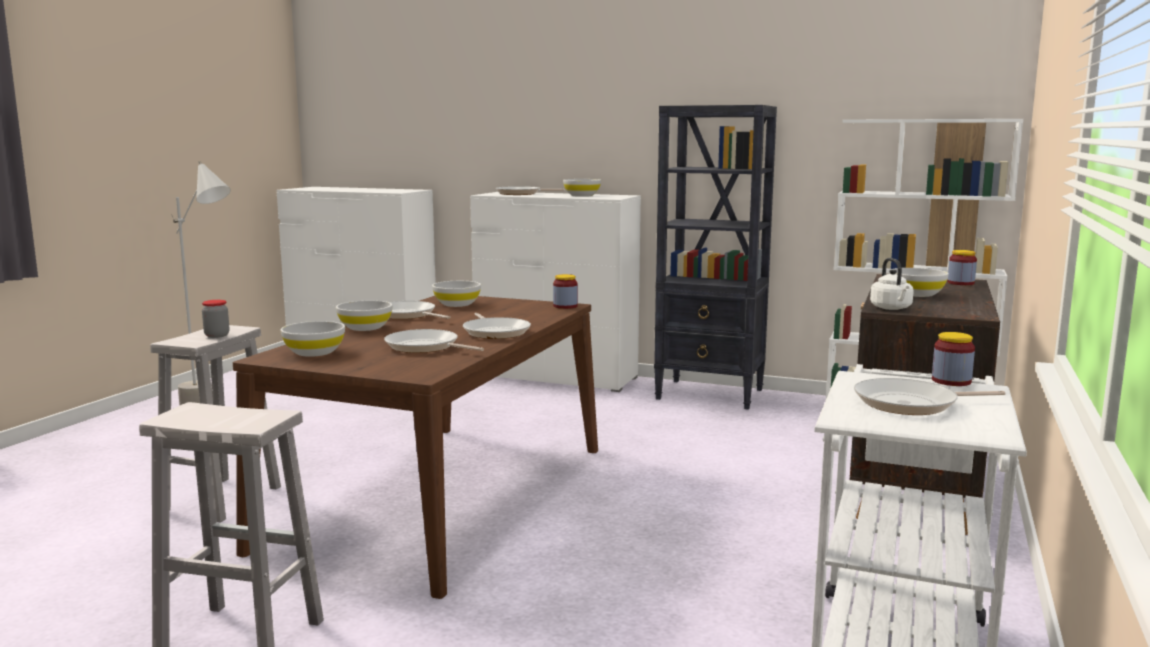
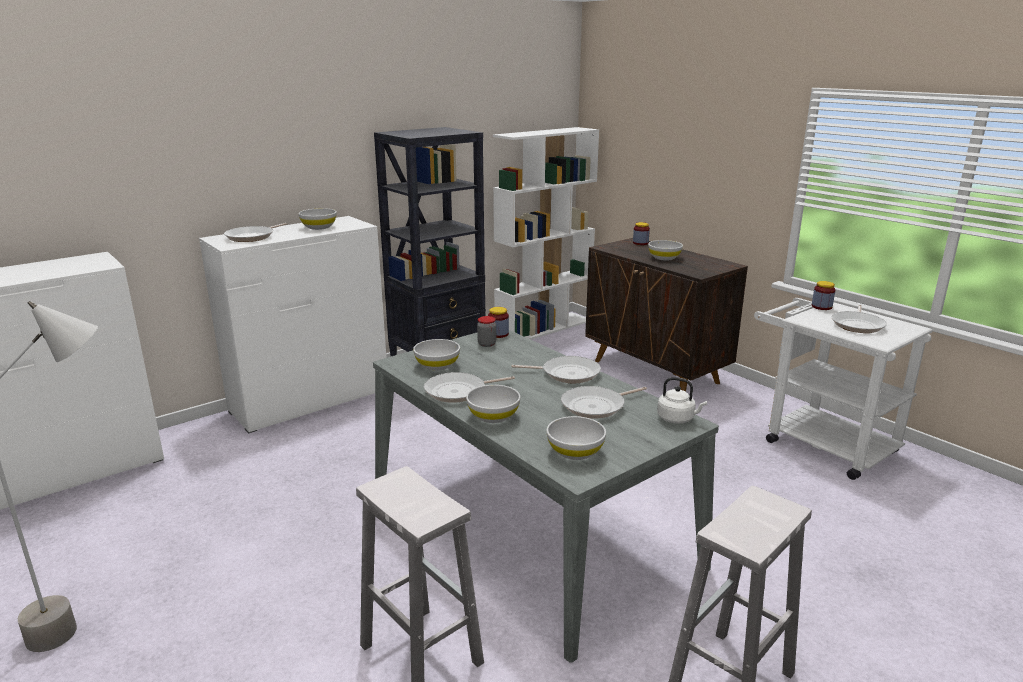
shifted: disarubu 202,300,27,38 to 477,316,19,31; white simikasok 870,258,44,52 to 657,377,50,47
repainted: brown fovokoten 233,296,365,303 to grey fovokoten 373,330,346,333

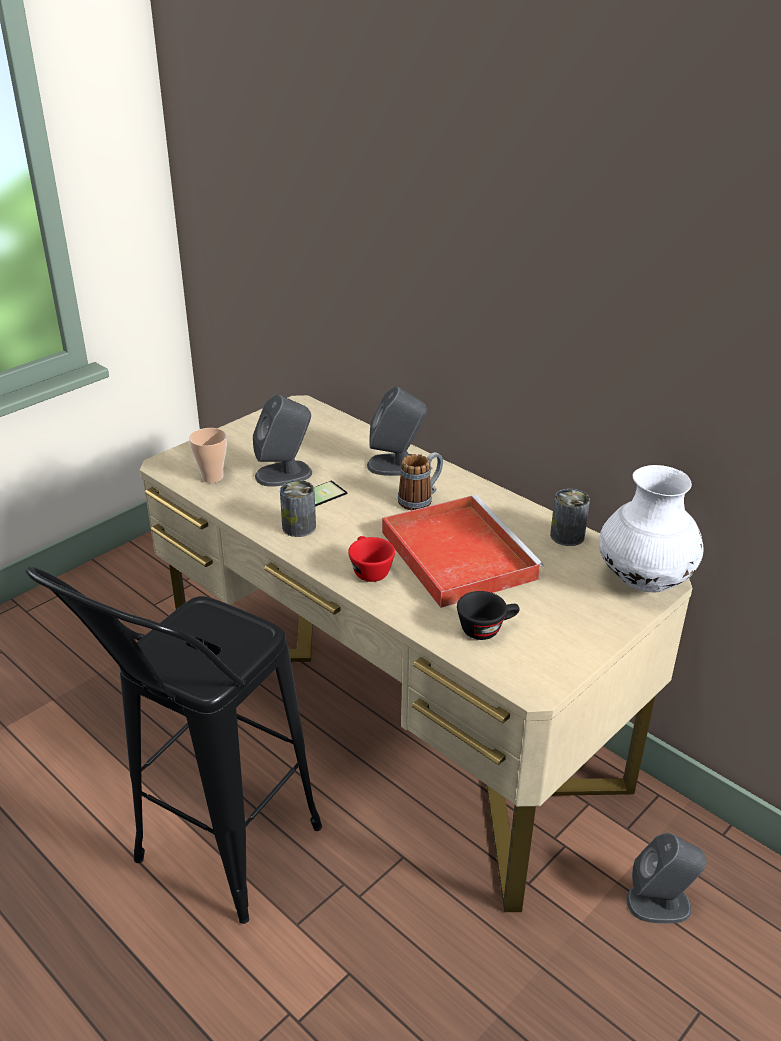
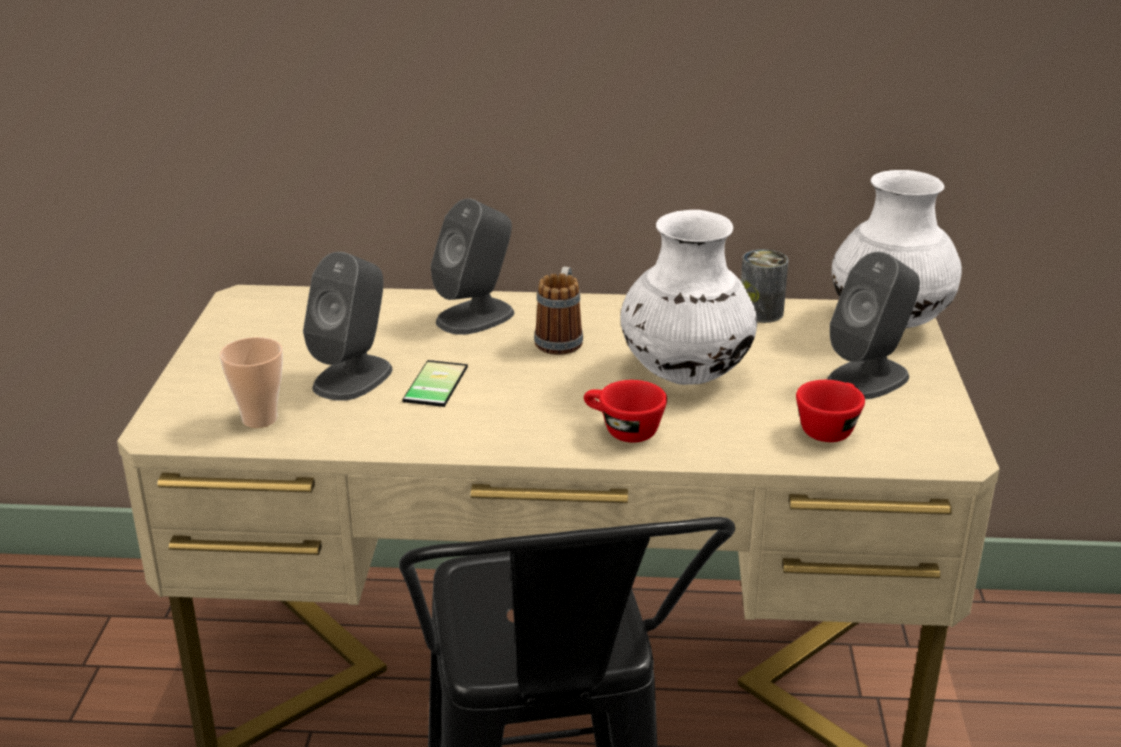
gone: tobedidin 280,480,36,57
shifted: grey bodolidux 626,833,81,91 to 827,252,93,147
swapped: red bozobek 382,495,162,113 to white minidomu 620,210,137,175
repainted: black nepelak 457,591,63,49 to red nepelak 796,380,69,62

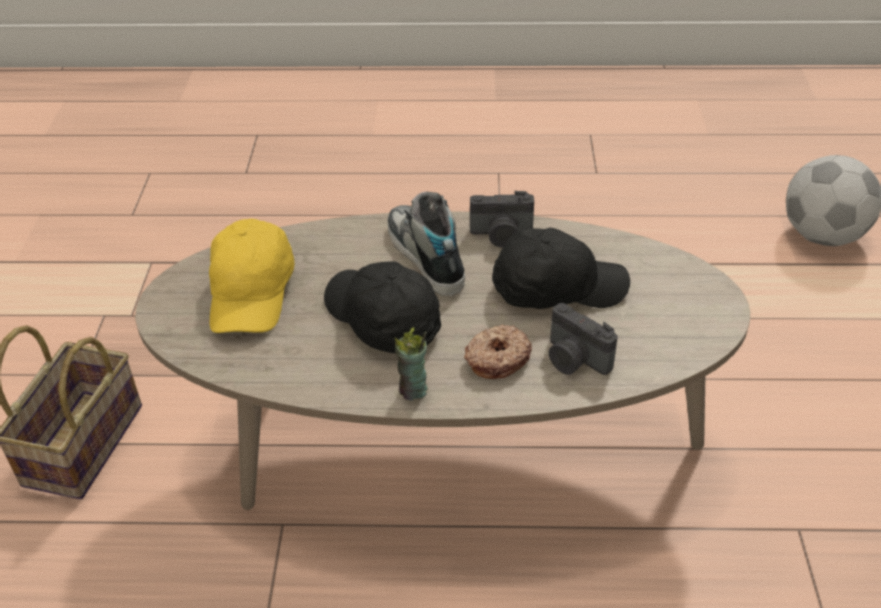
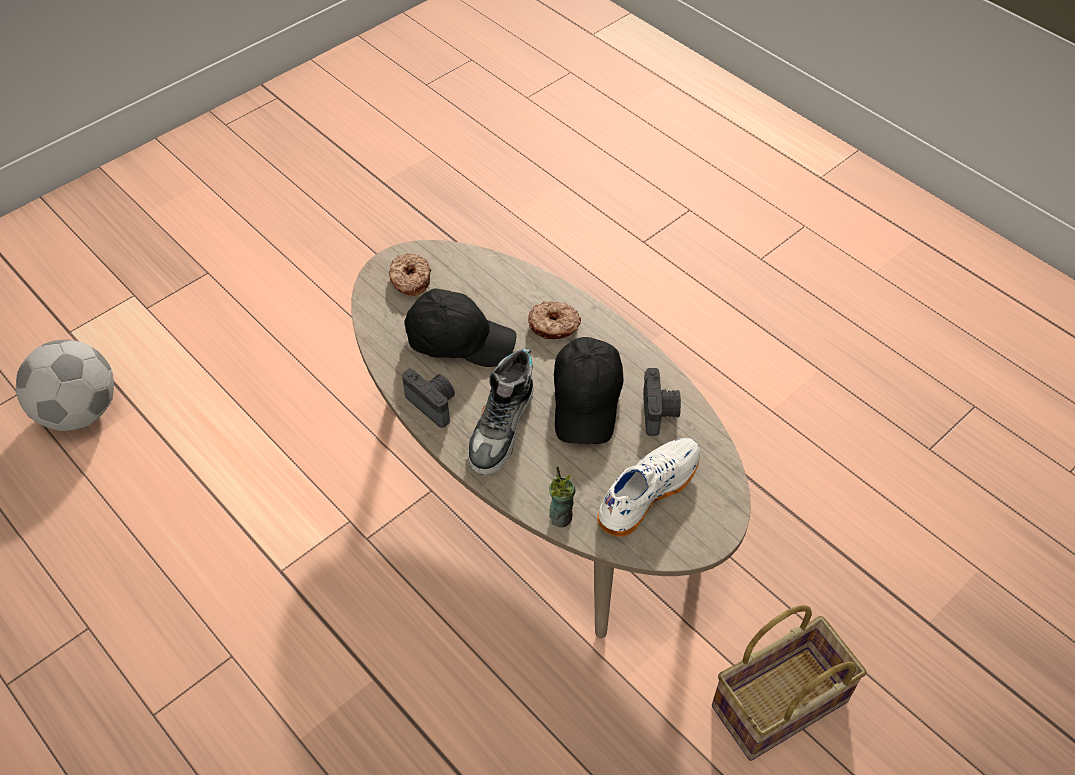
new: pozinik 389,253,42,43
shifted: nepelak 395,327,33,74 to 549,466,26,62; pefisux 549,303,69,72 to 643,368,38,68
swapped: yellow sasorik 209,219,86,114 to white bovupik 597,438,103,99
rotated: black sasorik 492,228,138,81 = 404,289,113,78 150 degrees clockwise

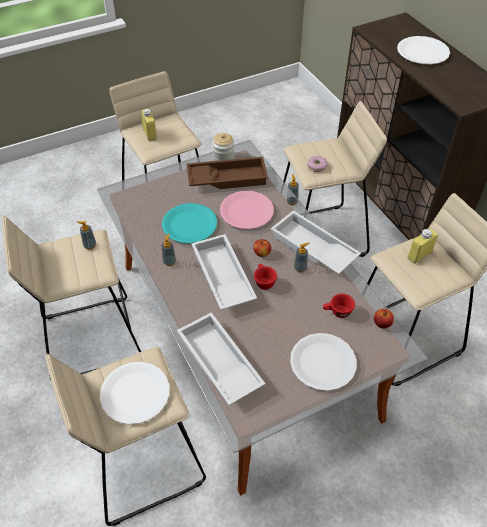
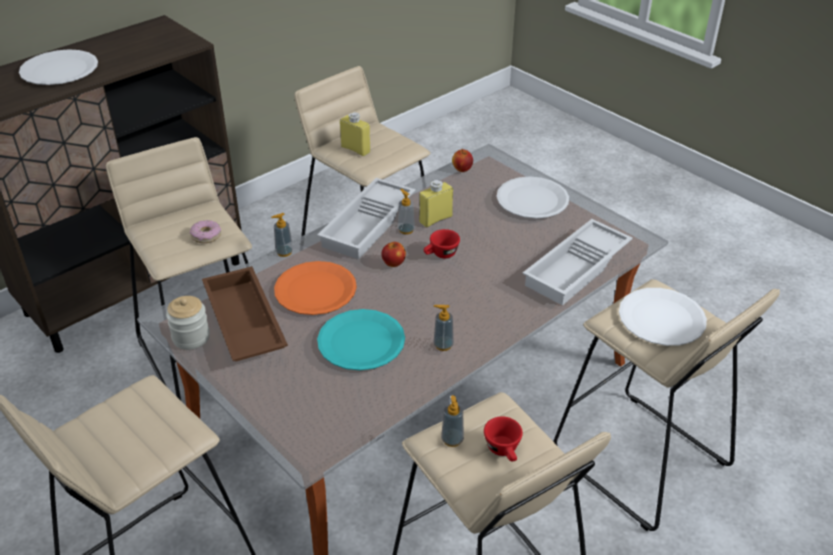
gone: white bozobek 191,234,66,76
shifted: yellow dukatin 141,109,16,32 to 419,180,34,47; red nepelak 323,294,32,24 to 484,416,39,45
repainted: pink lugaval 220,191,54,38 to orange lugaval 274,261,83,54

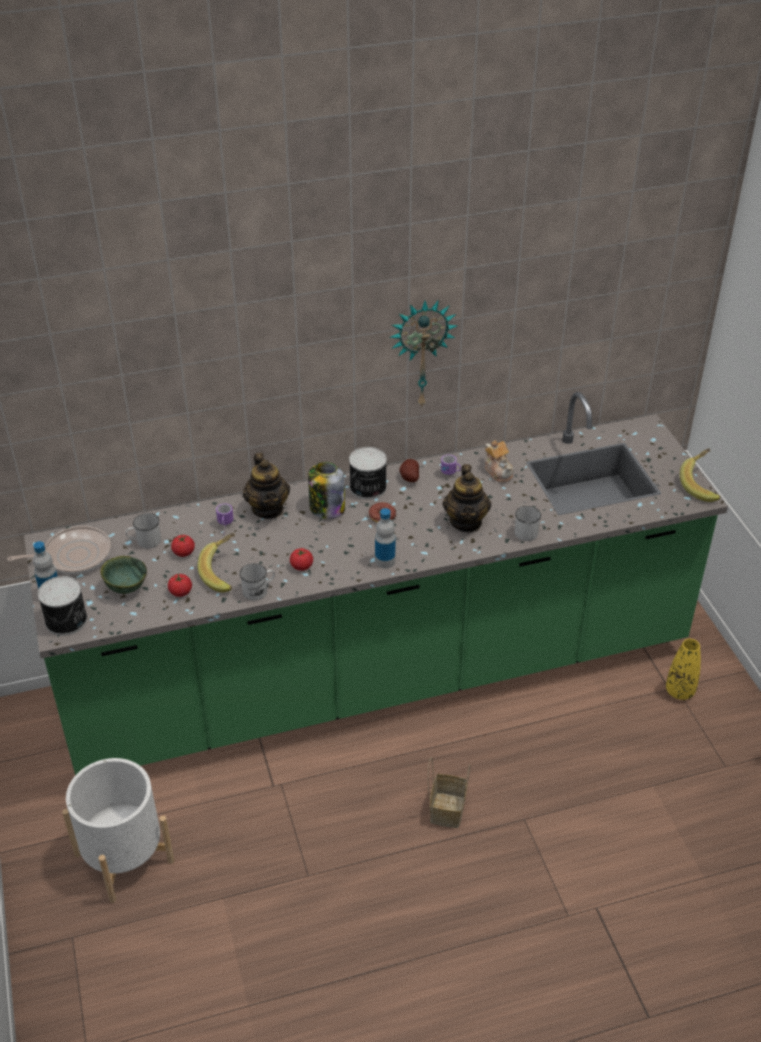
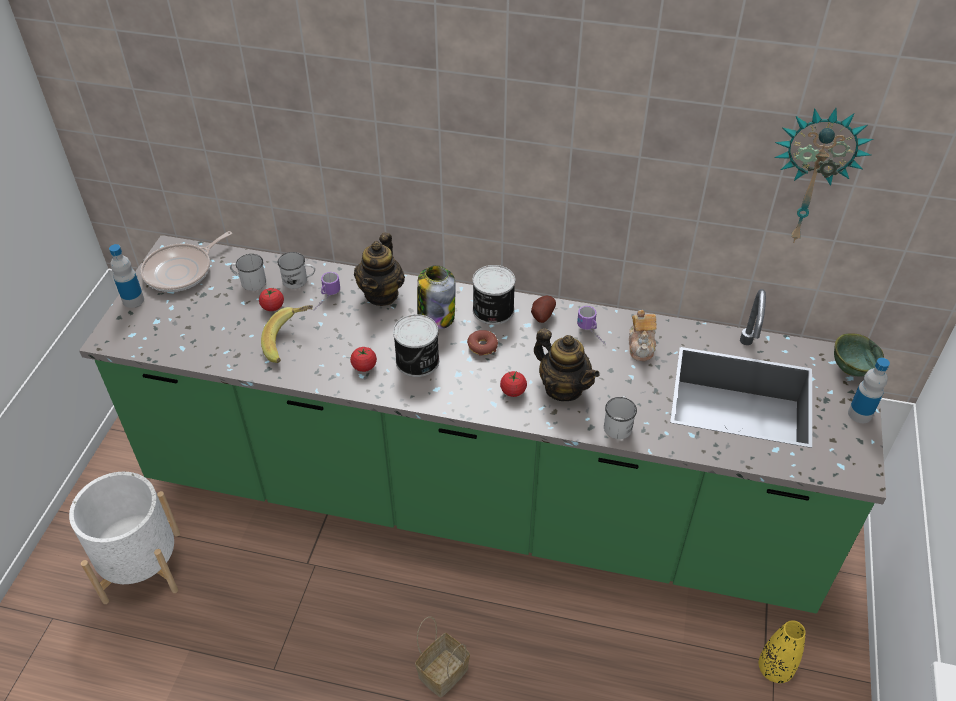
gone: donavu 680,448,41,54
shifted: tobedidin 38,576,50,60 to 393,314,46,63; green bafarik 101,556,46,38 to 834,333,50,44; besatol 168,573,24,24 to 500,371,27,26; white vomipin 239,563,36,37 to 277,252,38,37; dukatin 375,508,21,61 to 848,358,42,65; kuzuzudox 389,300,69,108 to 775,108,99,135
rotated: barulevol 7,526,104,48 = 140,231,92,61 120 degrees clockwise; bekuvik 443,464,49,68 = 534,328,65,73 75 degrees counterclockwise

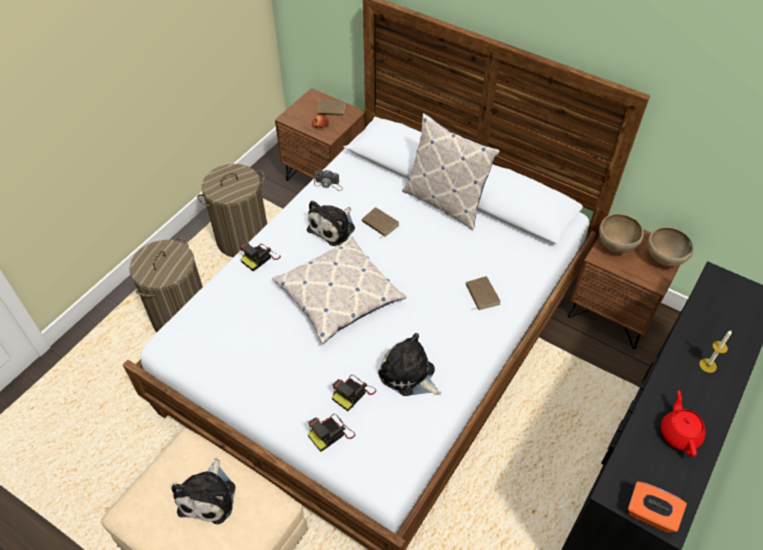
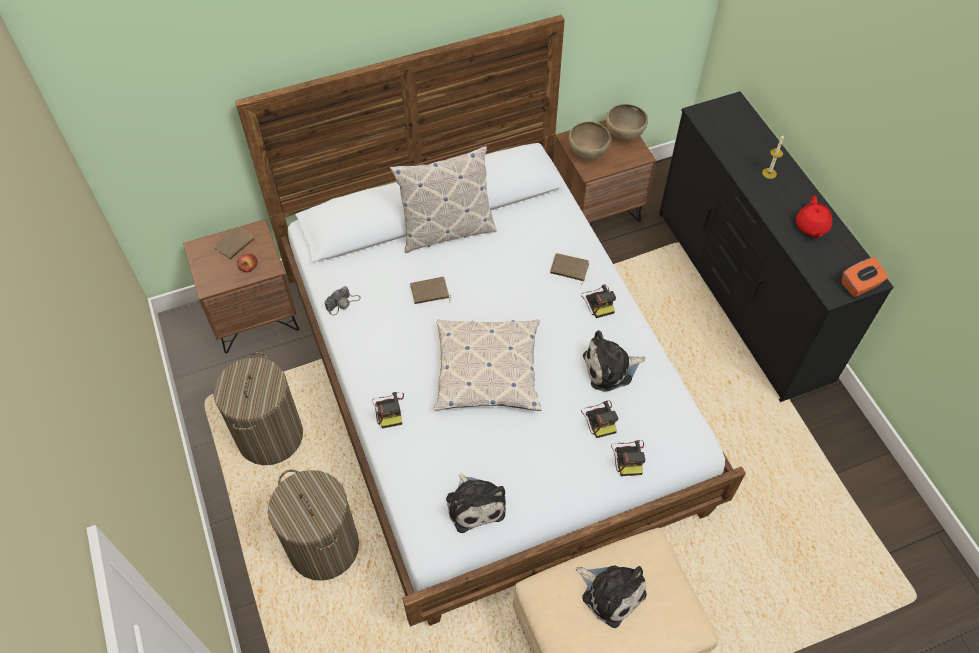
new: pefisux 581,284,35,34
shifted: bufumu 307,201,48,45 to 446,472,60,61
rotated: red bekuvik 661,391,45,66 = 796,196,36,42 120 degrees counterclockwise

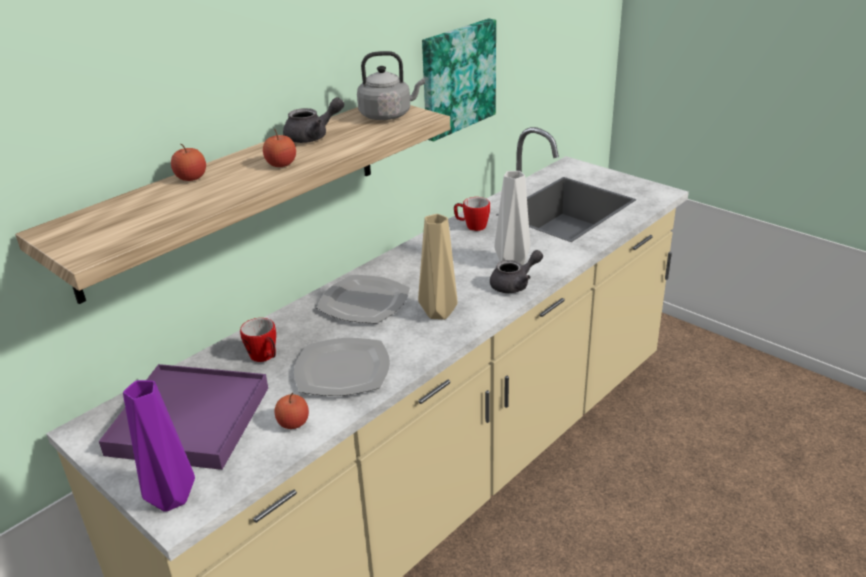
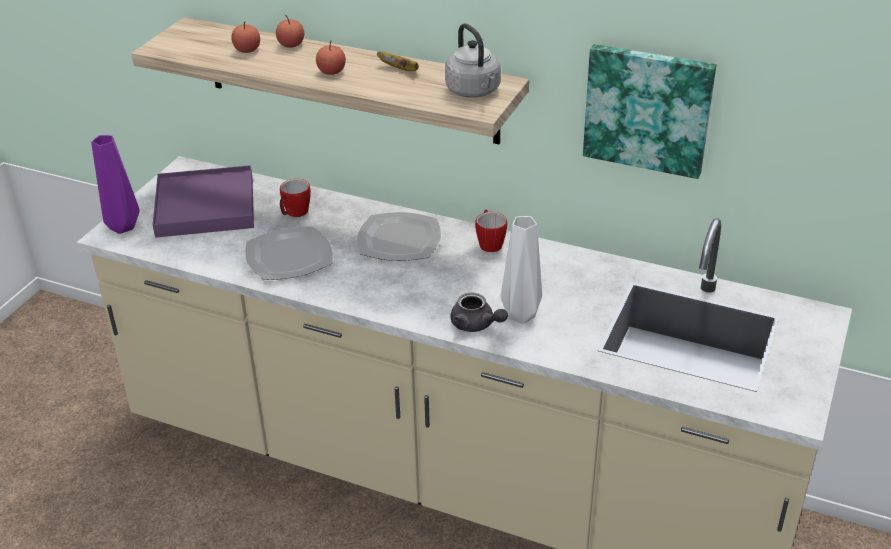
gone: beige minidomu 418,214,40,106
shifted: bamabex 275,393,34,36 to 231,22,29,31; vomipin 454,197,36,34 to 475,210,32,42
swapped: grey bekuvik 283,97,61,46 to donavu 377,51,42,20

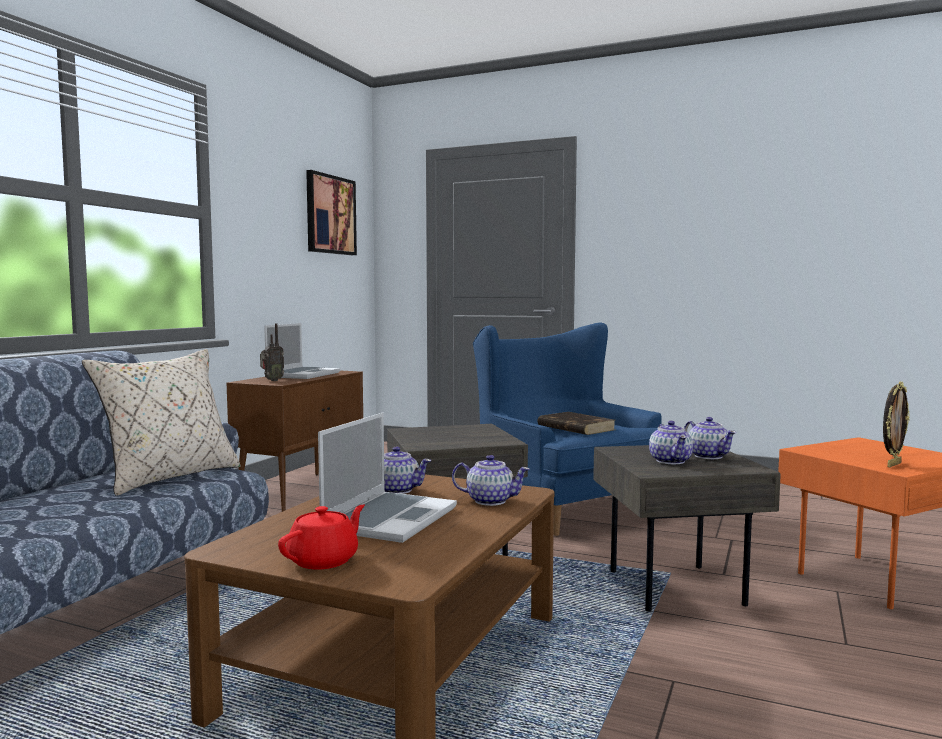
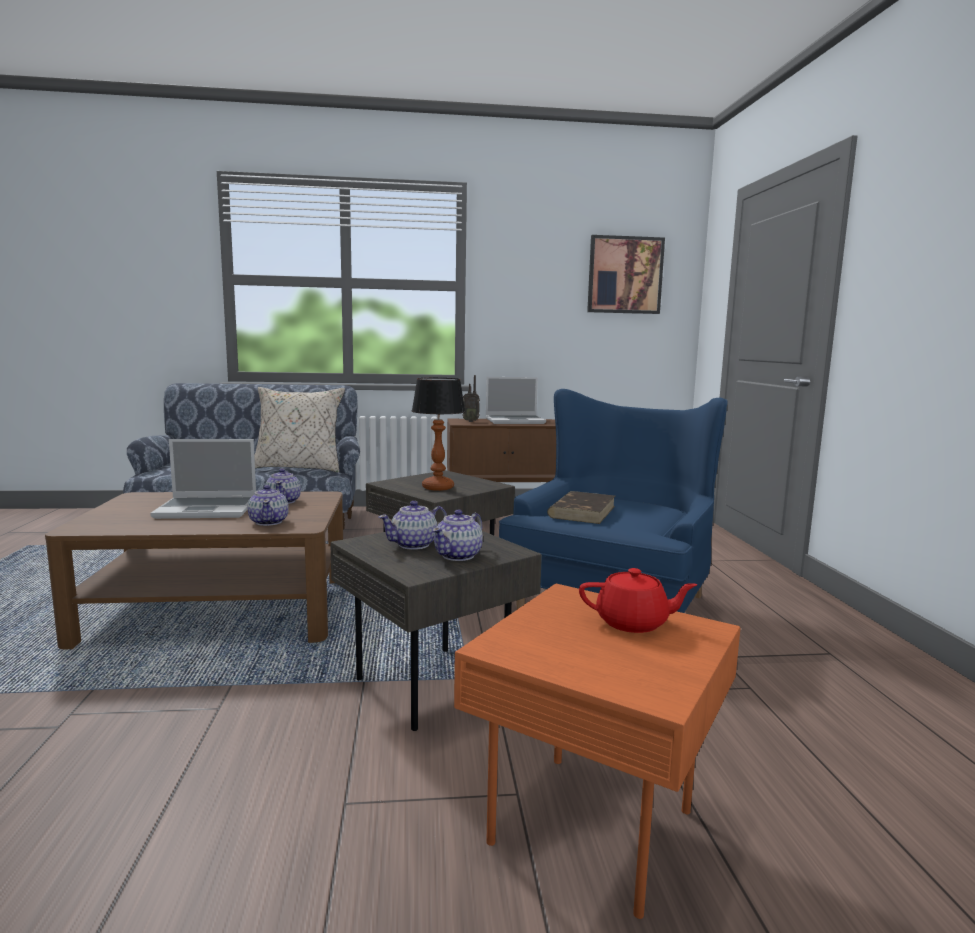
gone: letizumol 883,382,27,85
new: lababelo 412,378,53,113
shifted: red bekuvik 278,504,87,66 to 579,568,119,65

